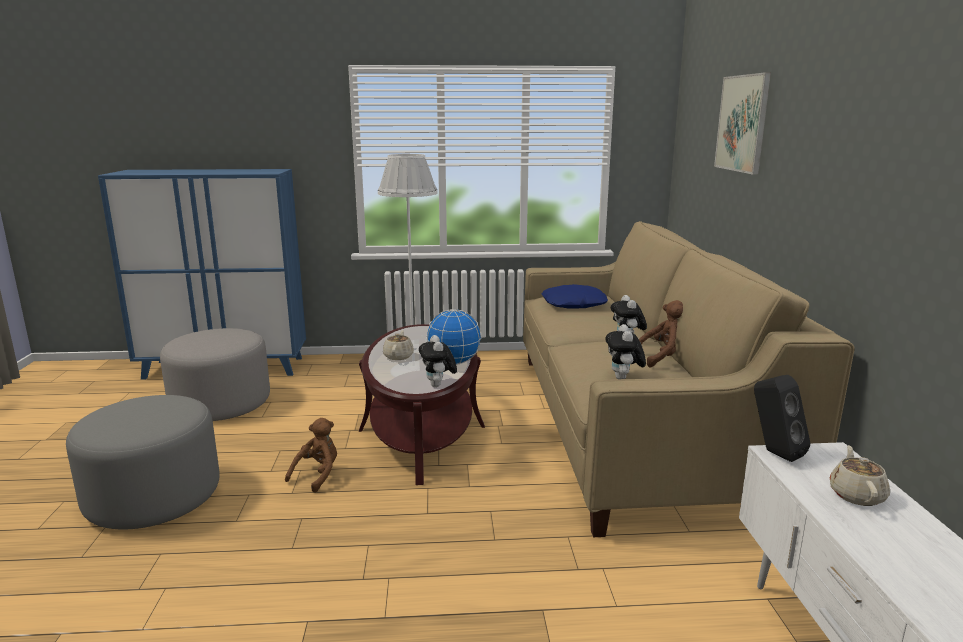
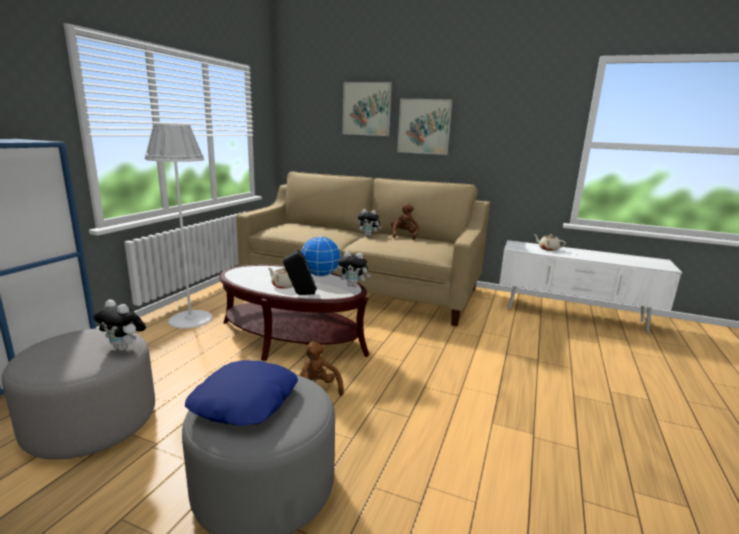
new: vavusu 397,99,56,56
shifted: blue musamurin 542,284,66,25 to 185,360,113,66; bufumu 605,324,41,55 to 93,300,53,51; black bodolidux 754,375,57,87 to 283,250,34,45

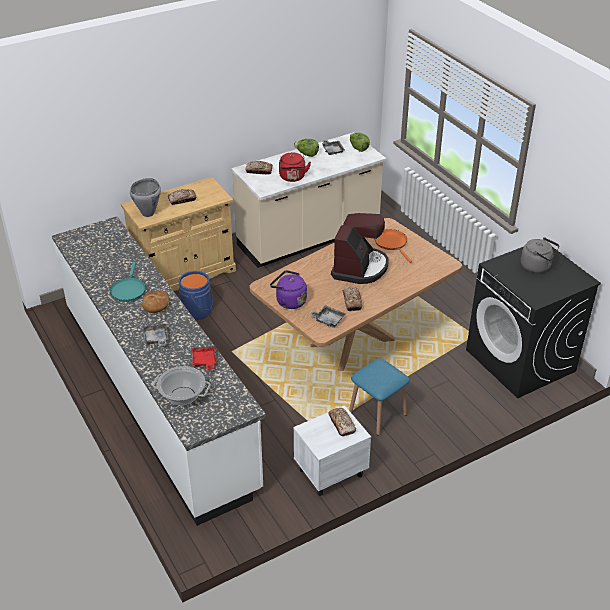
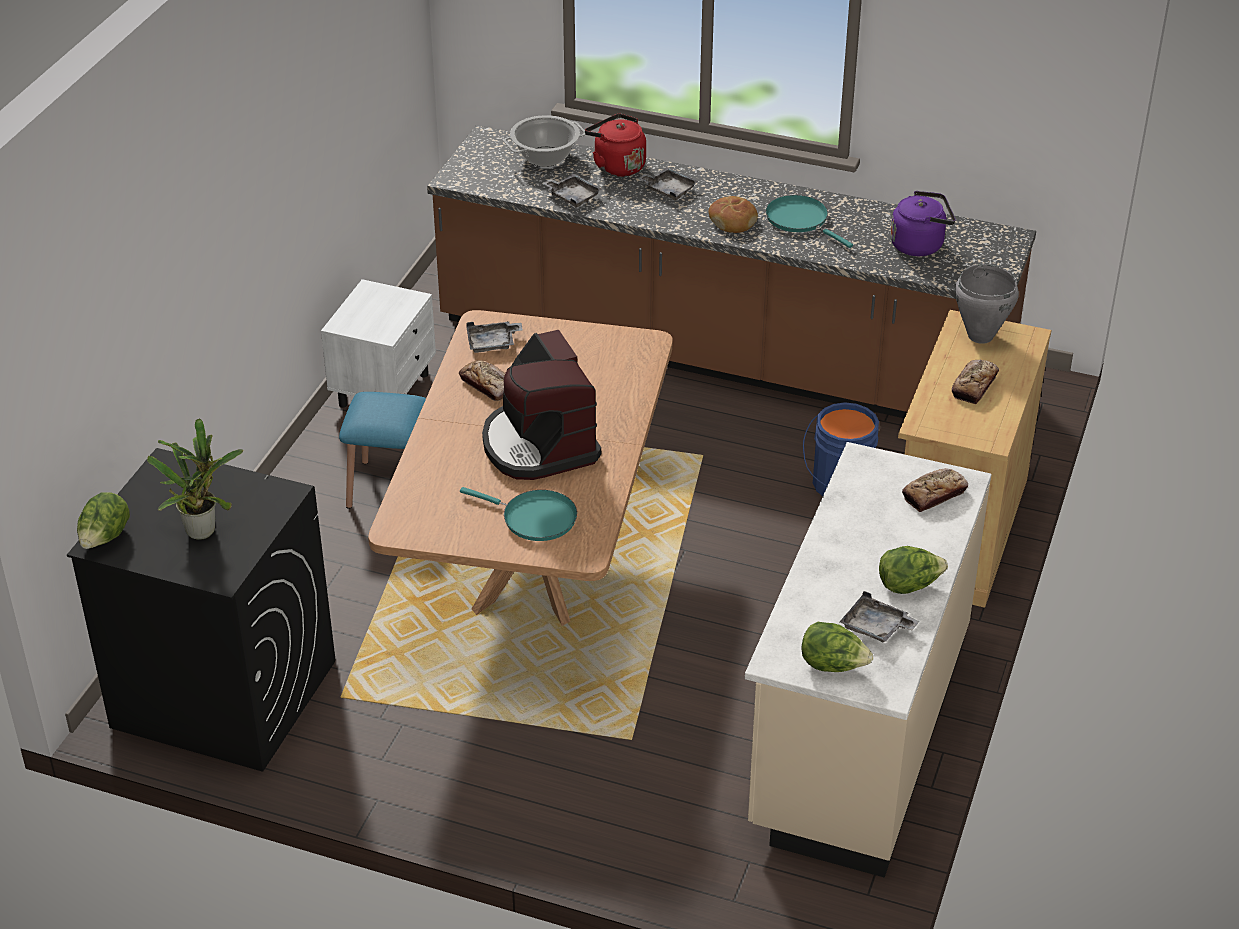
gone: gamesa 328,408,28,28
new: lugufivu 77,492,53,57
shifted: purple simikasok 270,270,37,39 to 890,191,66,65; red simikasok 279,153,32,29 to 585,114,61,63
swapped: grey simikasok 521,237,38,36 to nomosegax 147,419,96,121
repainted: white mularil 52,216,214,310 to brown mularil 427,125,609,293; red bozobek 191,346,25,23 to grey bozobek 542,174,60,34; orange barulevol 375,229,37,34 to turquoise barulevol 460,487,117,54

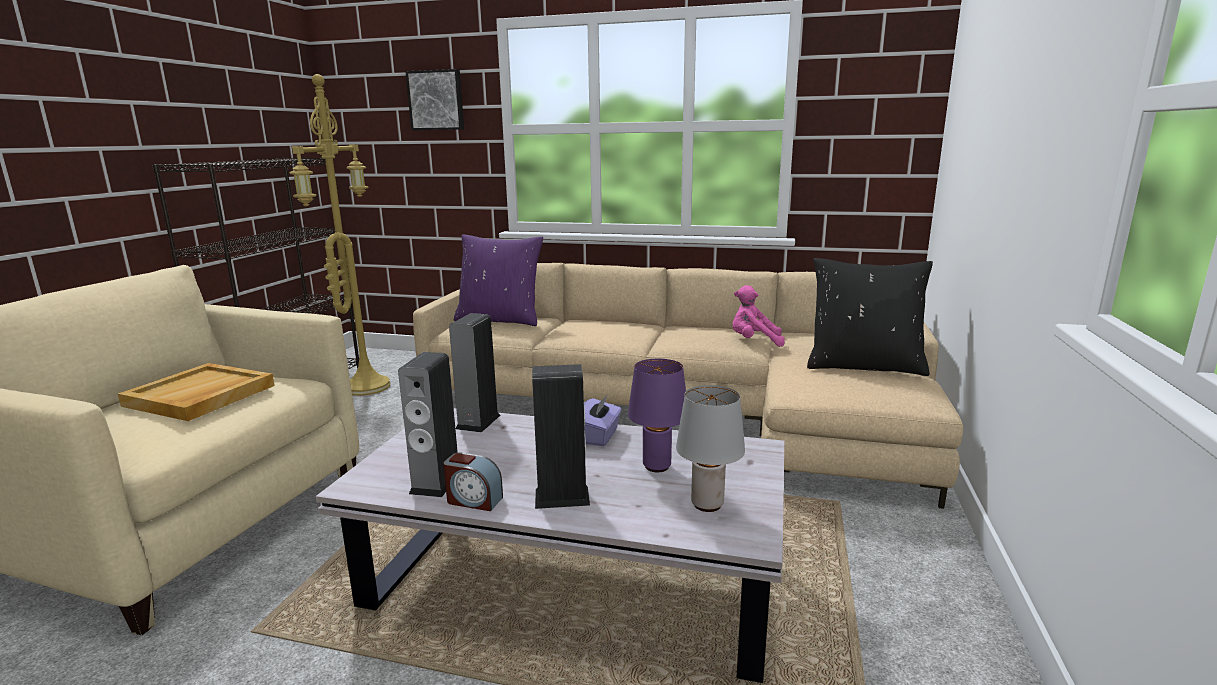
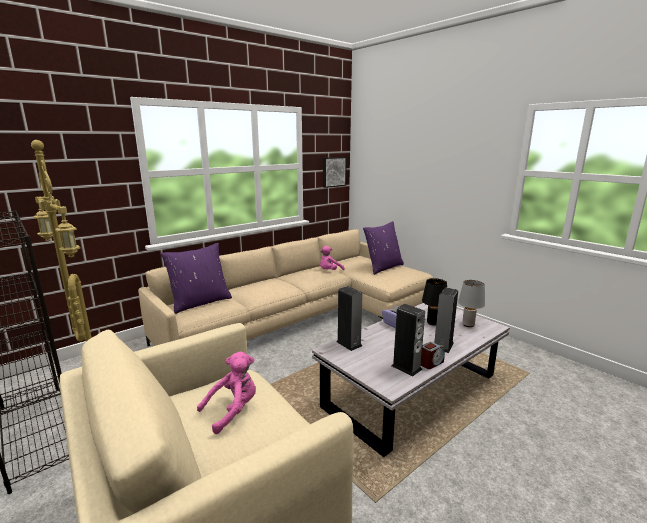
shifted: vavusu 405,69,59,61 to 323,157,24,31
swapped: beige bozobek 118,363,157,58 to pink bufumu 197,351,59,83
repainted: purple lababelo 628,359,58,113 to black lababelo 422,278,25,48; black musamurin 807,258,126,118 to purple musamurin 363,221,41,54

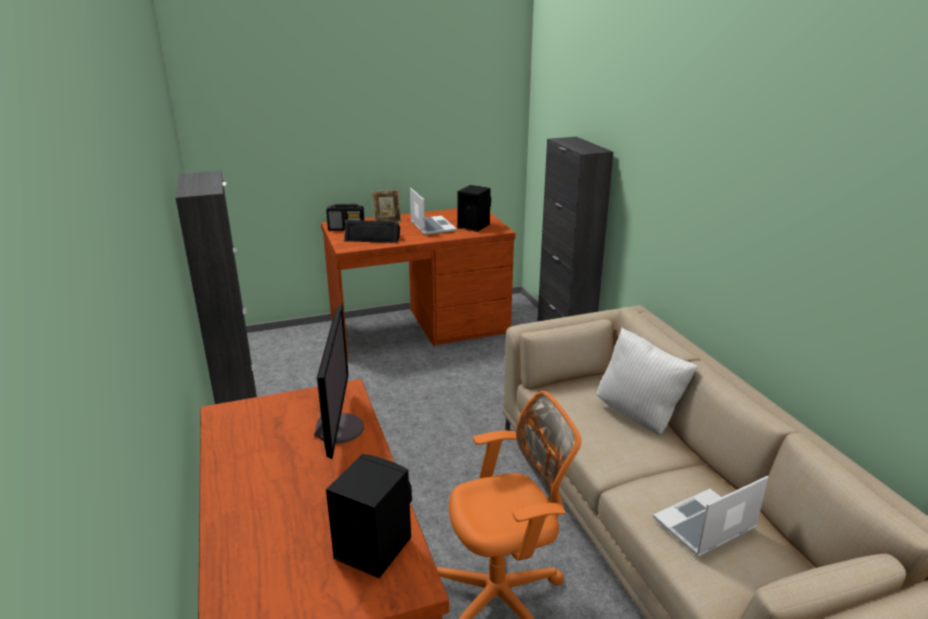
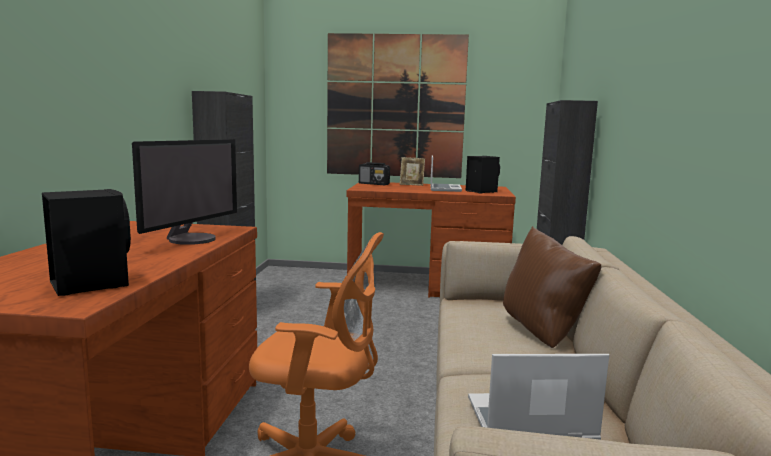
gone: black bodolidux 344,220,56,23
new: vavusu 327,33,142,145
repainted: white musamurin 596,328,102,107 to brown musamurin 503,226,98,122

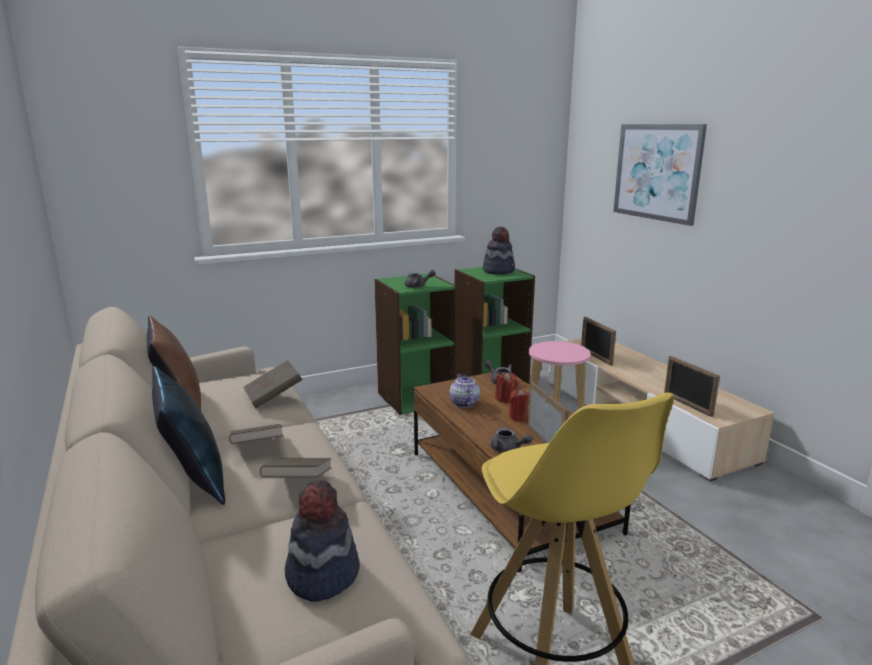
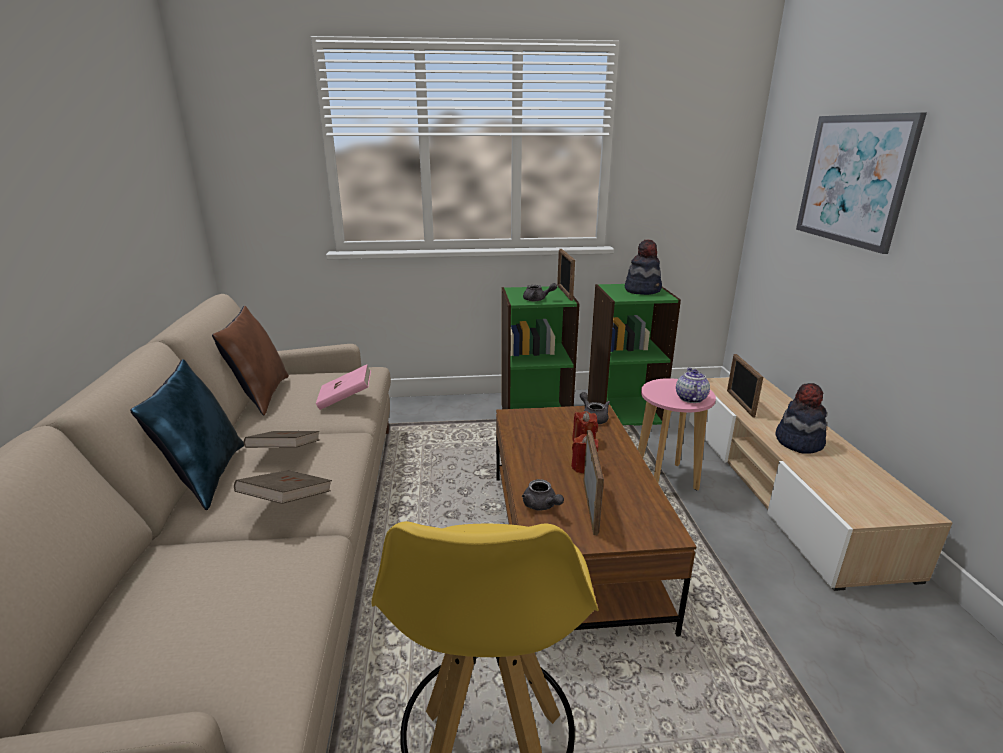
shifted: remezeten 285,480,75,122 to 776,383,51,71; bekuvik 449,374,31,34 to 676,368,34,35; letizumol 664,356,56,61 to 557,249,18,52
repainted: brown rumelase 243,360,59,48 to pink rumelase 316,364,55,46

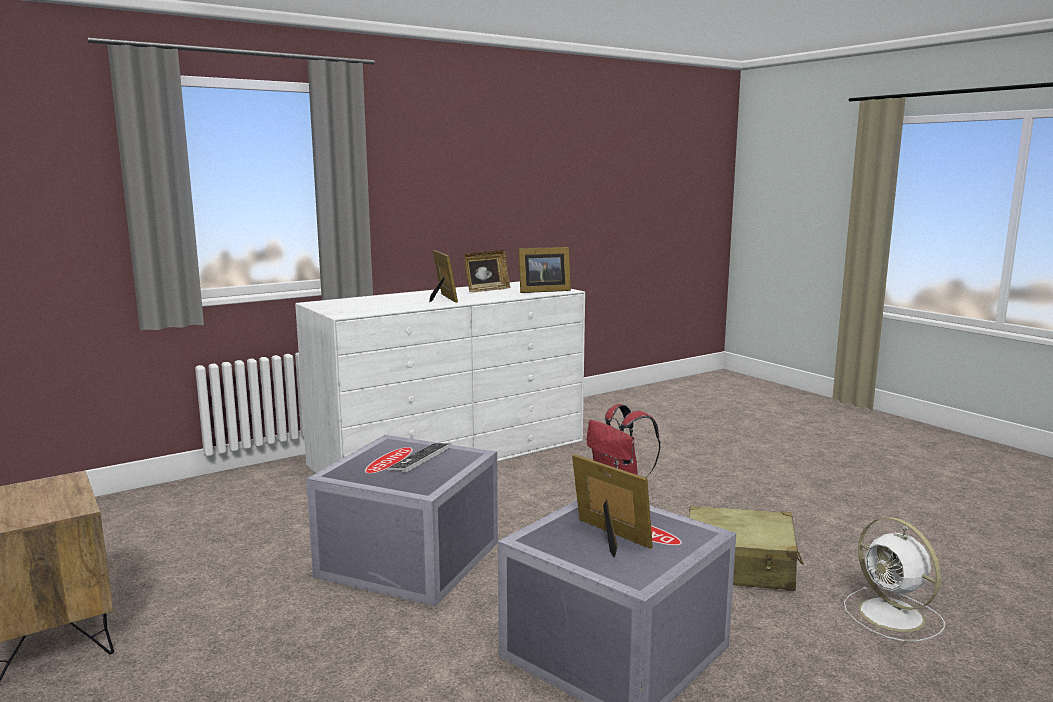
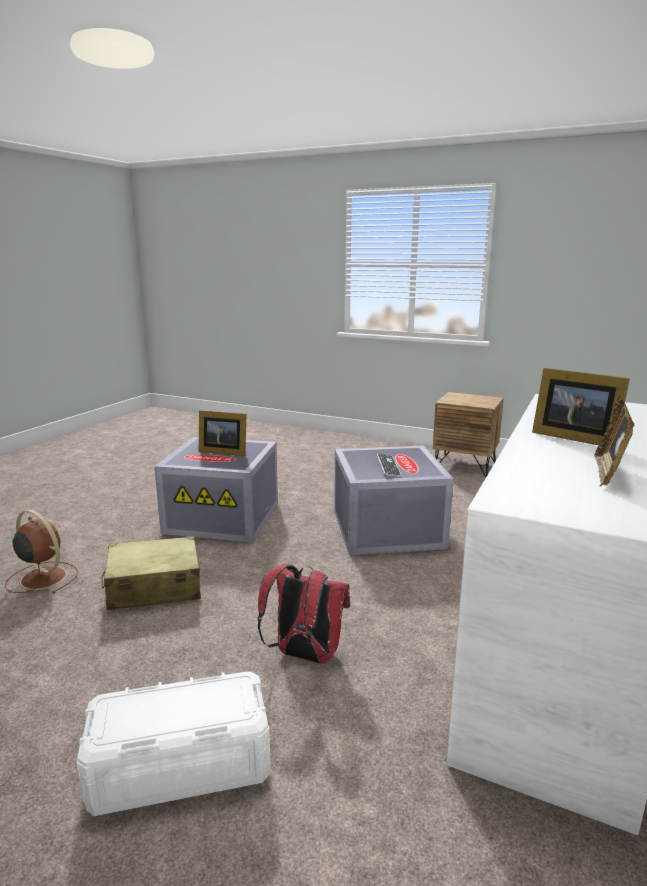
gone: letizumol 518,247,53,46
new: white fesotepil 77,672,194,144
repainted: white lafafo 844,517,101,124 to brown lafafo 5,510,73,84

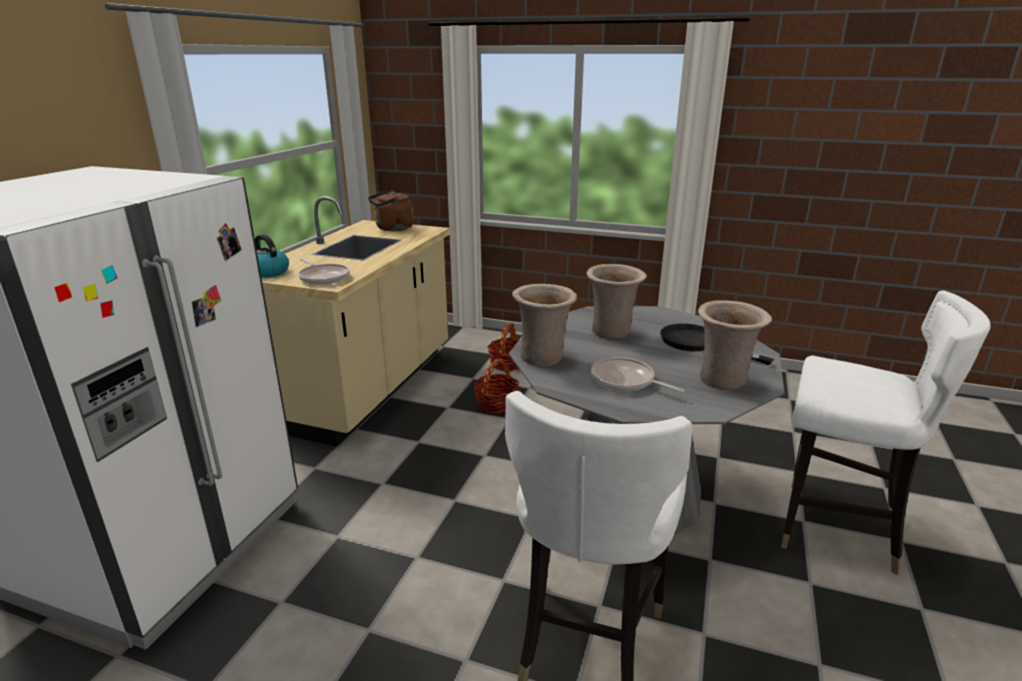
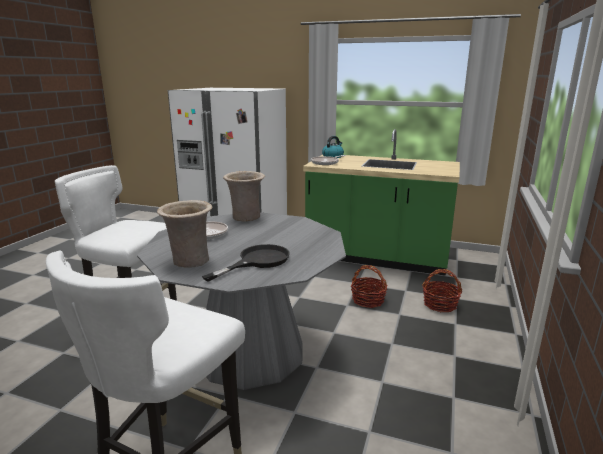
gone: brown simikasok 368,191,46,40; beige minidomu 587,264,60,75
repainted: beige mularil 262,196,188,250 to green mularil 303,129,157,147

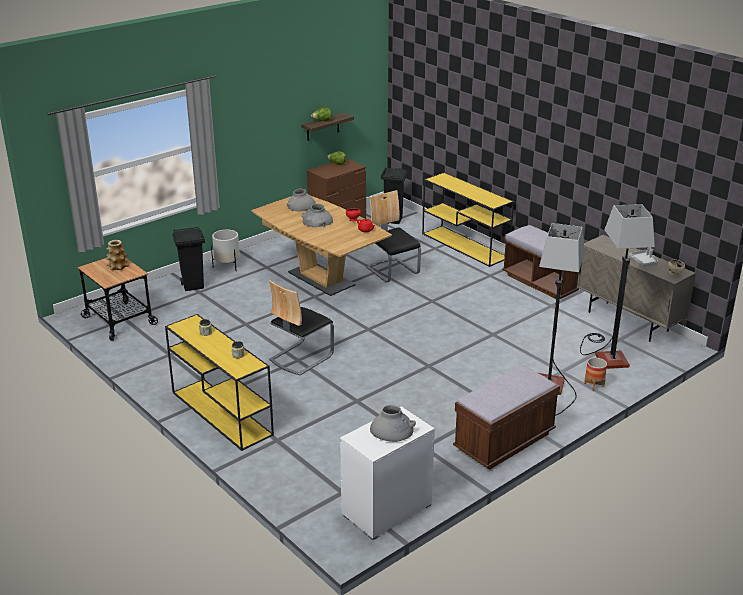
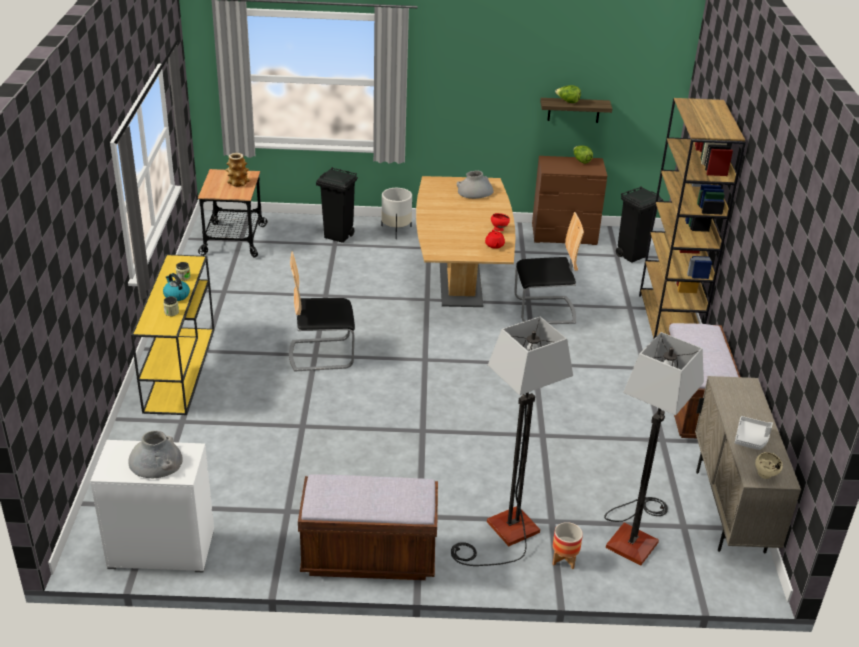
gone: grey minidomu 301,204,32,23
new: simikasok 163,273,27,28
swapped: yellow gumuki 422,172,92,95 to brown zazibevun 639,98,107,241
rotated: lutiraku 366,190,55,93 = 514,212,70,112 75 degrees clockwise

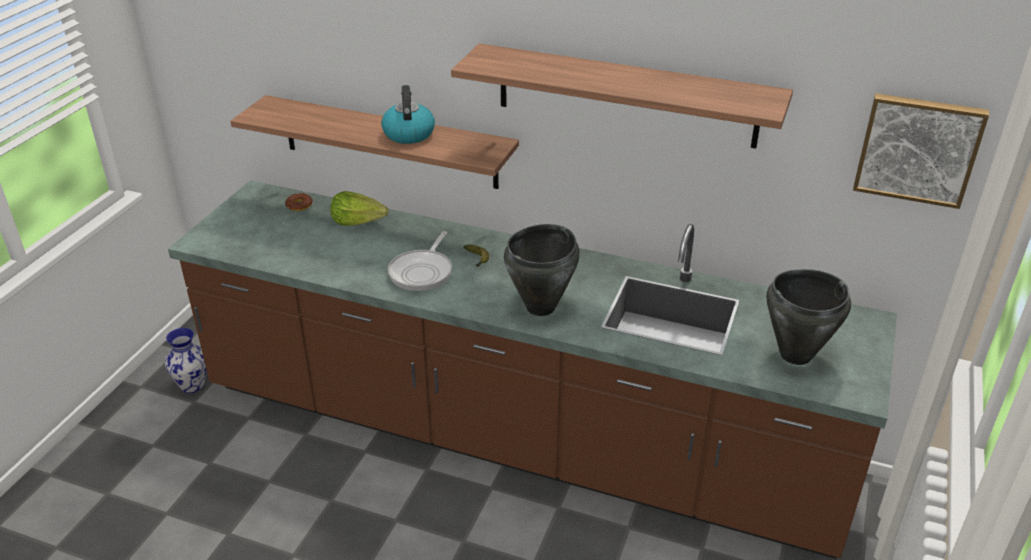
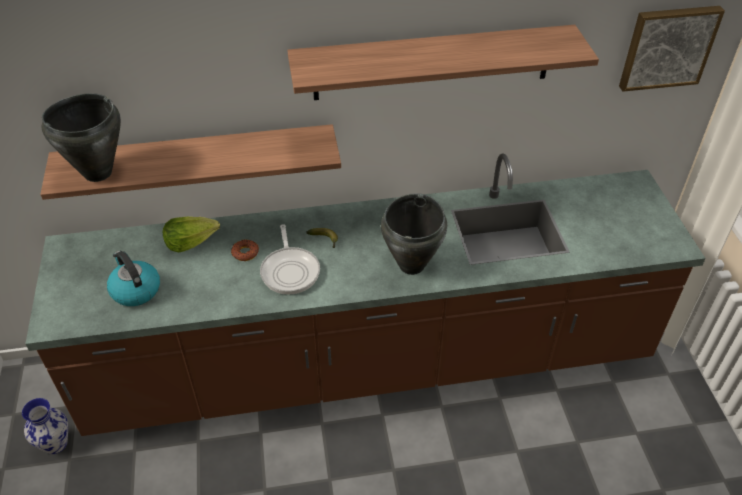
shifted: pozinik 285,193,28,18 to 231,239,28,22; simikasok 381,85,54,59 to 107,251,53,55; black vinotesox 766,269,85,96 to 42,93,79,89

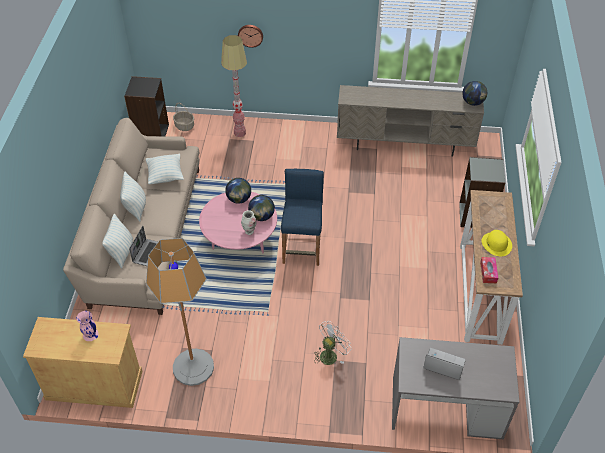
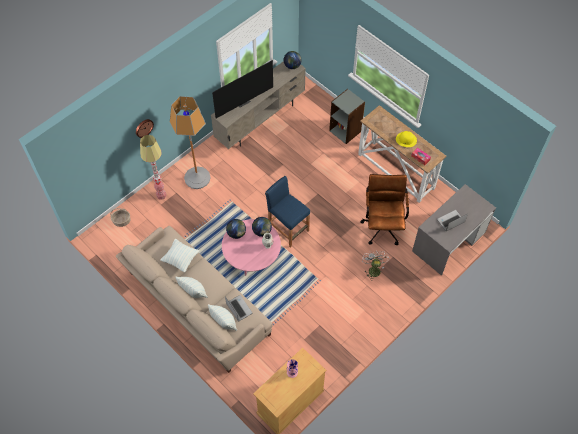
gone: black zazibevun 124,76,45,60
new: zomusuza 212,60,61,58; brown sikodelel 360,174,49,71
shifted: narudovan 146,238,68,148 to 170,96,41,93

